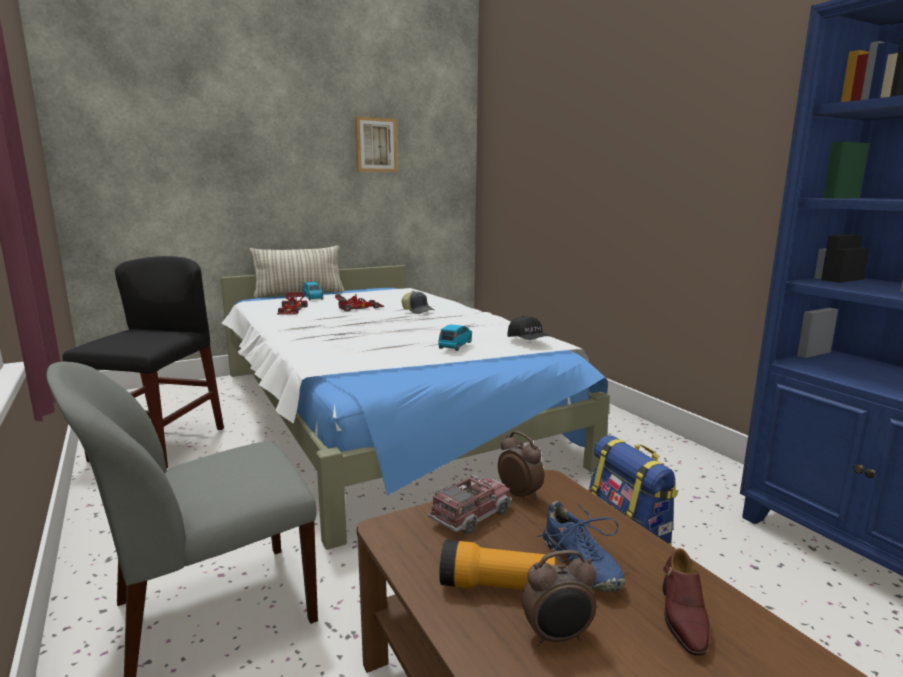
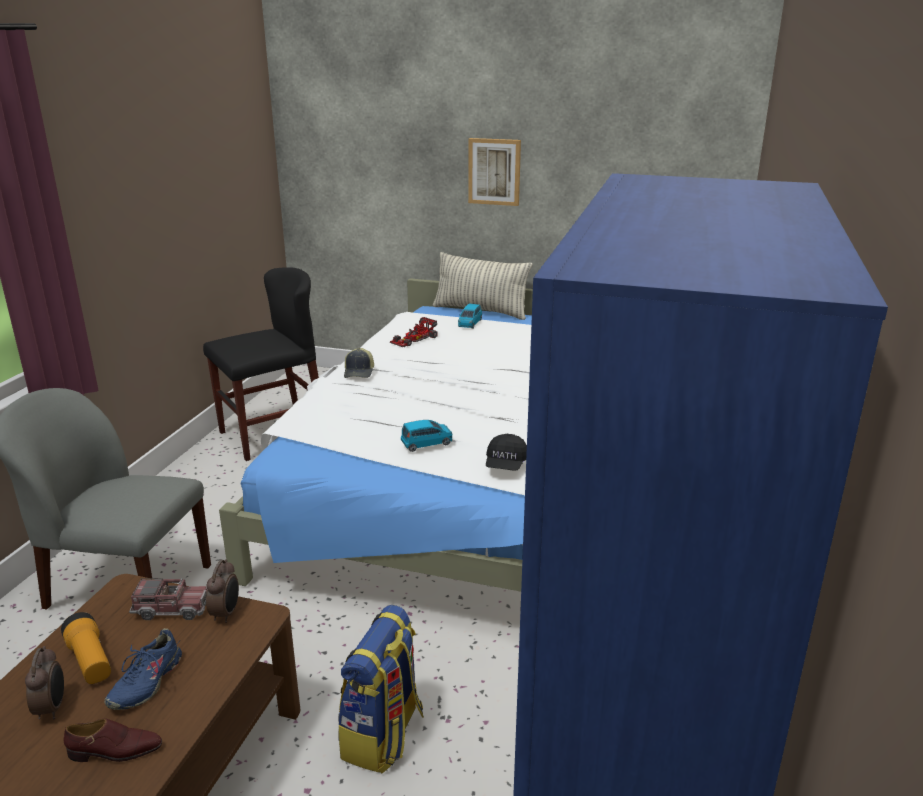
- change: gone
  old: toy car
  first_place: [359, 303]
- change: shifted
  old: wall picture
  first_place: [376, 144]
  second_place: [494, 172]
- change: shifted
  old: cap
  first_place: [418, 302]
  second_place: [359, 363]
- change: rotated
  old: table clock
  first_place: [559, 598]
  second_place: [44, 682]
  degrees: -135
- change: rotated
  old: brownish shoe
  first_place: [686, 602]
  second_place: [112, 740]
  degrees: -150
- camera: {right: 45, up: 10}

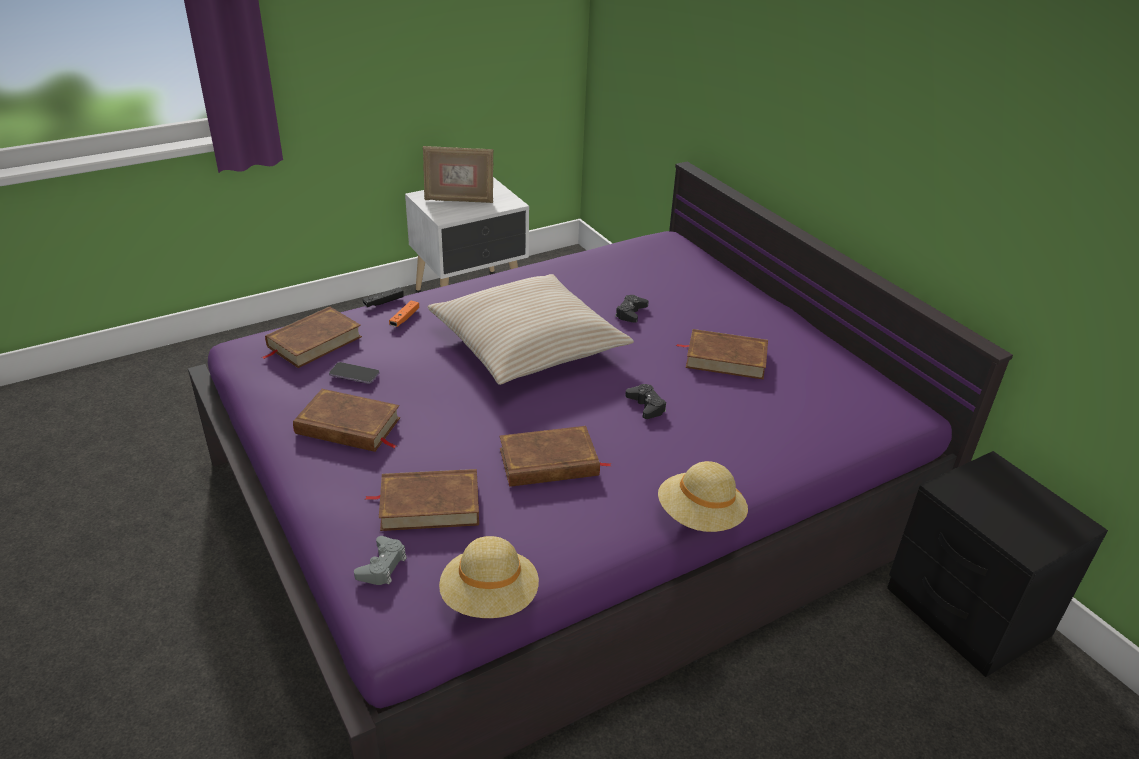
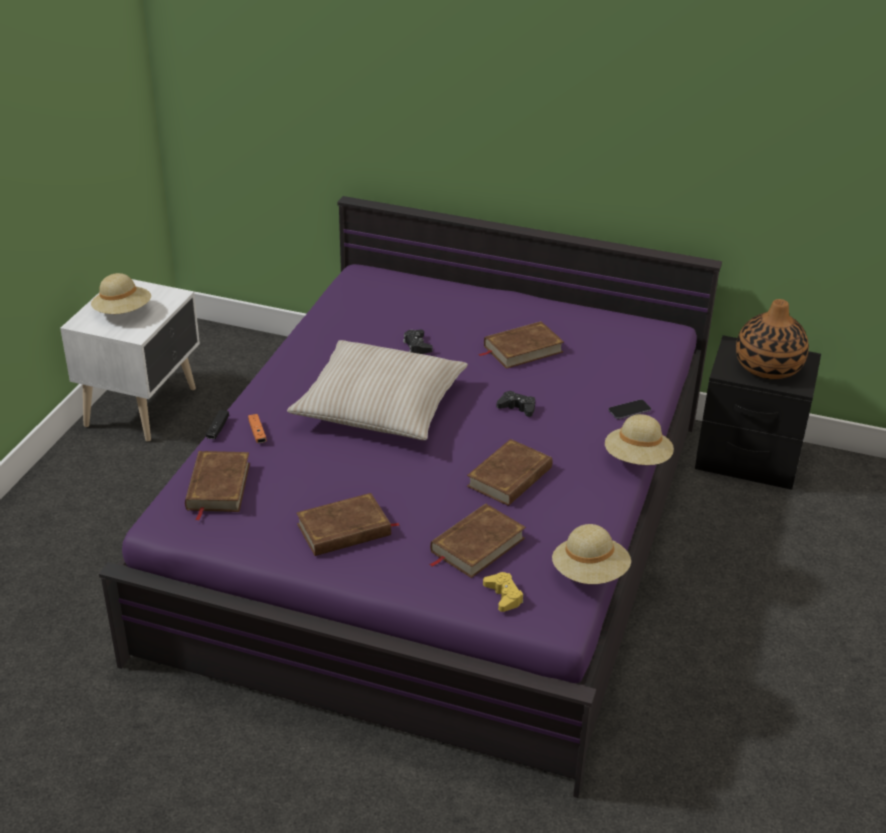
- change: shifted
  old: phone
  first_place: [354, 373]
  second_place: [629, 409]
- change: repainted
  old: gray joypad
  new: yellow joypad
  first_place: [380, 560]
  second_place: [503, 592]
- change: swapped
  old: picture frame
  new: sand-coloured wearable hat
  first_place: [458, 174]
  second_place: [121, 293]
- change: new
  new: vase
  second_place: [772, 339]
- camera: {right: -40, up: 0}

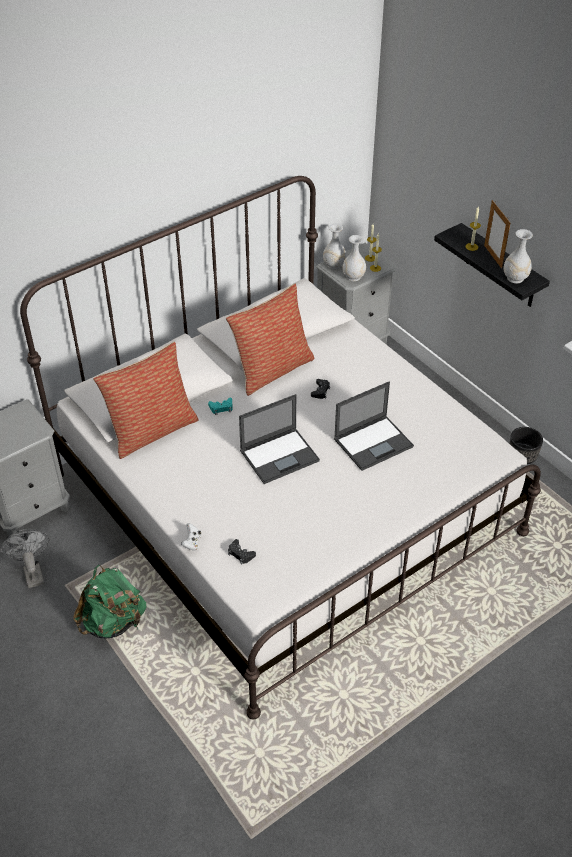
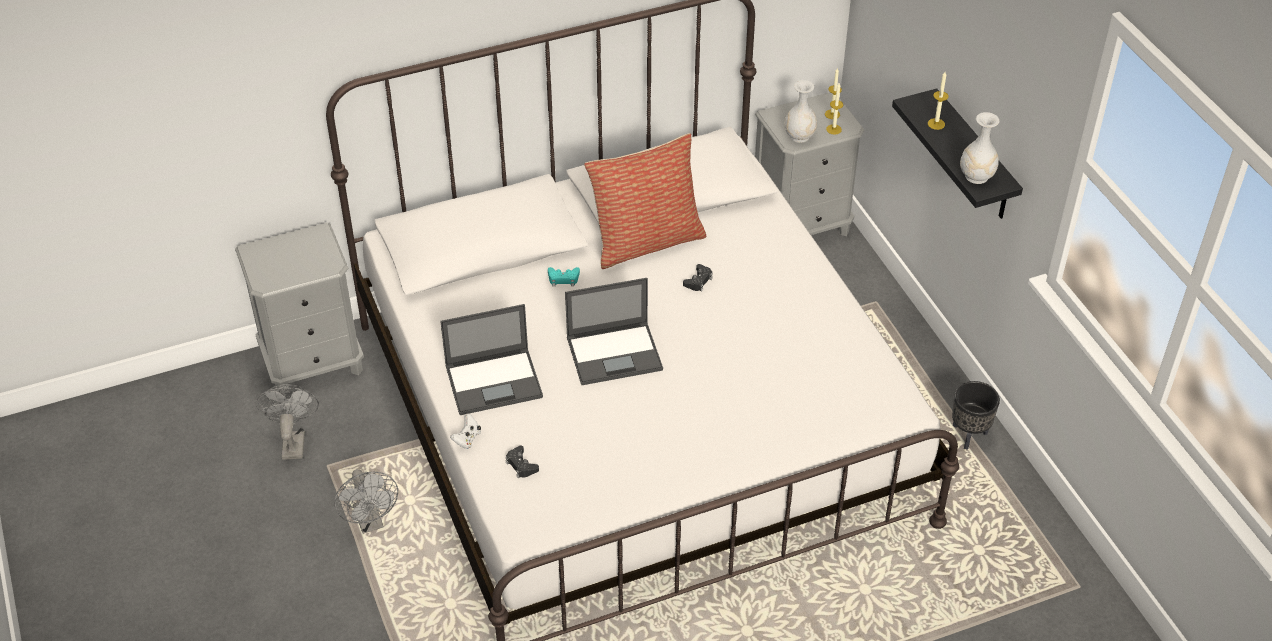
- change: swapped
  old: green knapsack
  new: gray electric fan
  first_place: [109, 602]
  second_place: [366, 501]
- change: gone
  old: throw pillow
  first_place: [145, 400]
- change: gone
  old: white vase
  first_place: [334, 246]
- change: shifted
  old: notebook computer
  first_place: [374, 426]
  second_place: [491, 359]
- change: gone
  old: picture frame
  first_place: [497, 234]
- camera: {right: 15, up: 0}

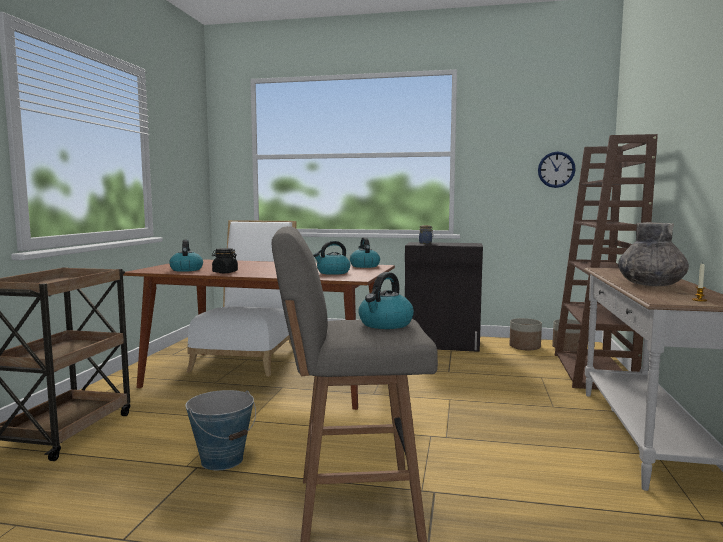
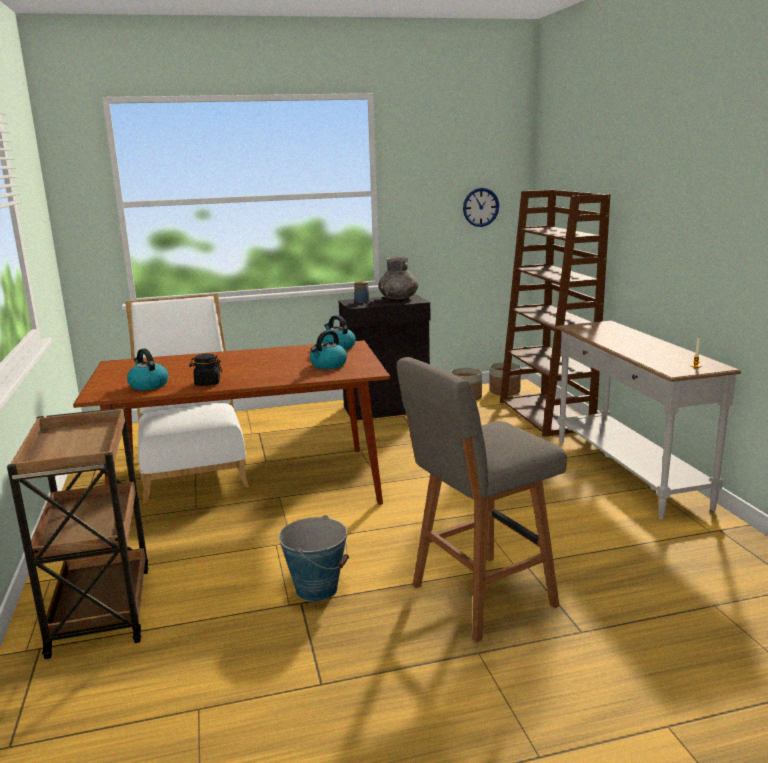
- change: gone
  old: tea kettle
  first_place: [386, 300]
- change: shifted
  old: gray vase
  first_place: [653, 254]
  second_place: [398, 278]
- camera: {right: -25, up: 10}

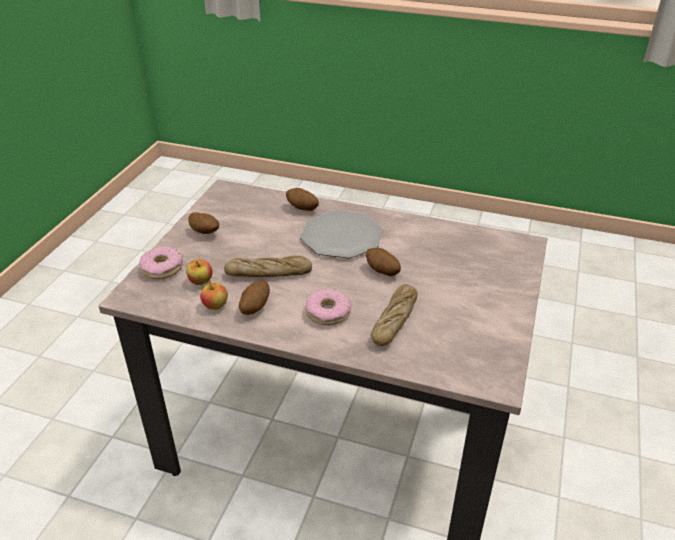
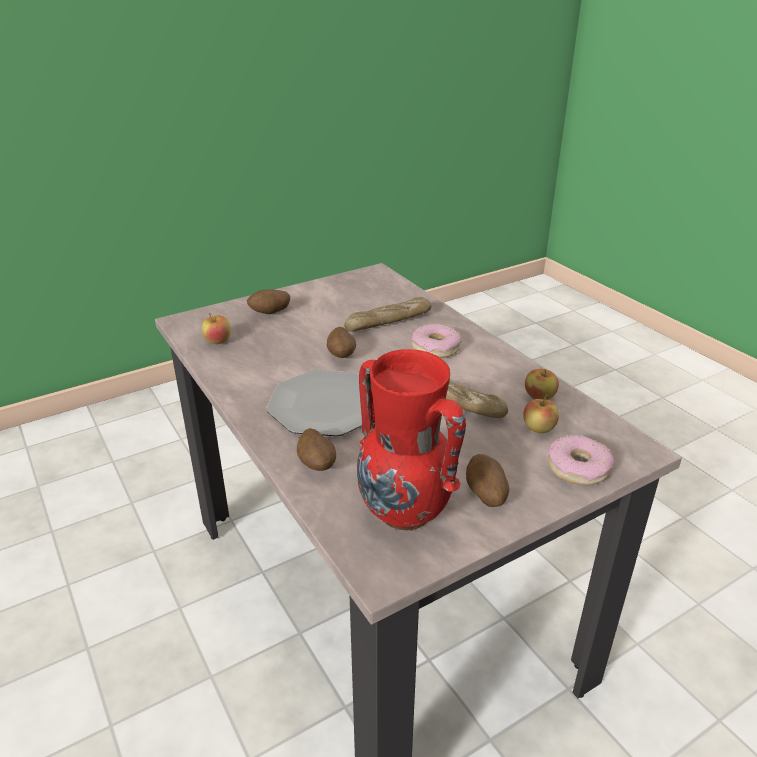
- change: shifted
  old: whole potato
  first_place: [254, 298]
  second_place: [268, 301]
- change: new
  new: apple
  second_place: [216, 328]
- change: new
  new: red vase
  second_place: [411, 440]
- camera: {right: -140, up: -5}

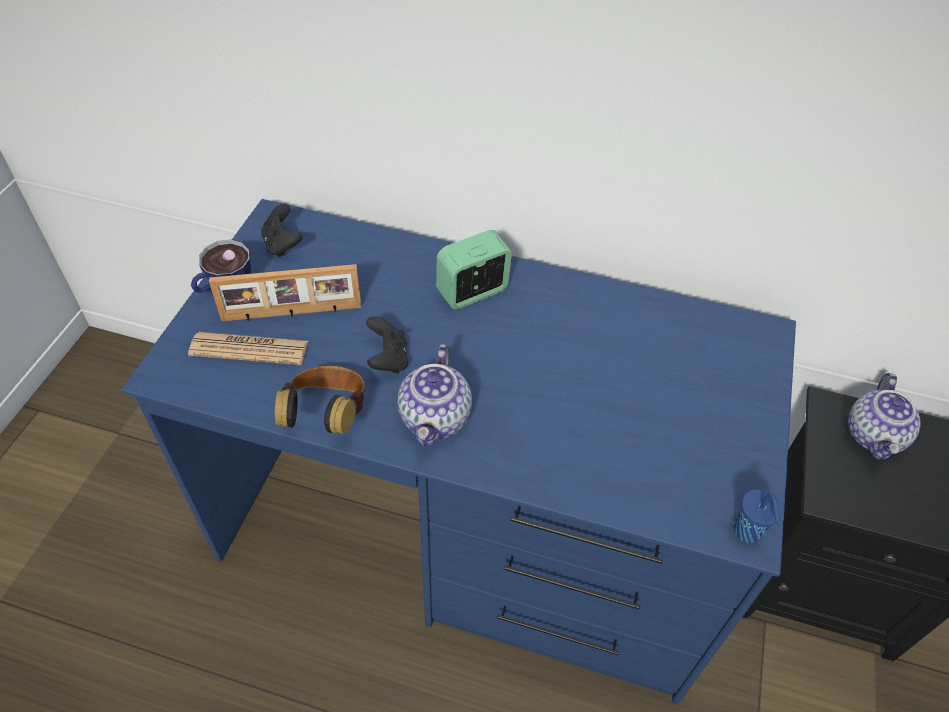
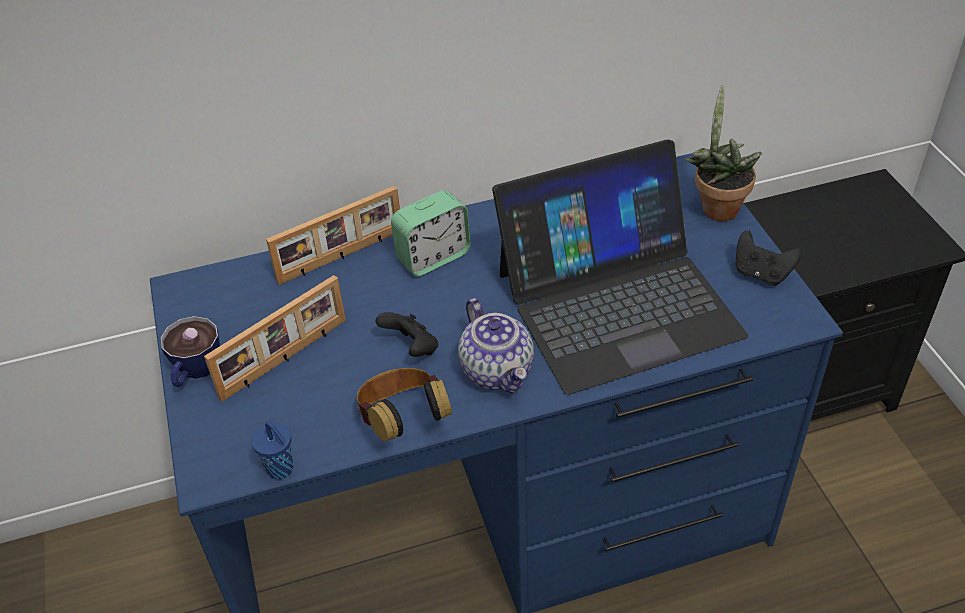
- change: gone
  old: daily paper
  first_place: [248, 348]
- change: shifted
  old: blackish joypad
  first_place: [282, 230]
  second_place: [769, 258]
- change: rotated
  old: table clock
  first_place: [474, 269]
  second_place: [431, 233]
  degrees: -150
- change: shifted
  old: bluish drinking cup
  first_place: [758, 516]
  second_place: [272, 450]
- change: gone
  old: pot for tea
  first_place: [884, 416]
- change: new
  new: picture frame
  second_place: [333, 235]
- change: new
  new: notebook computer
  second_place: [620, 267]
- change: new
  new: houseplant
  second_place: [723, 152]
- camera: {right: -30, up: -5}

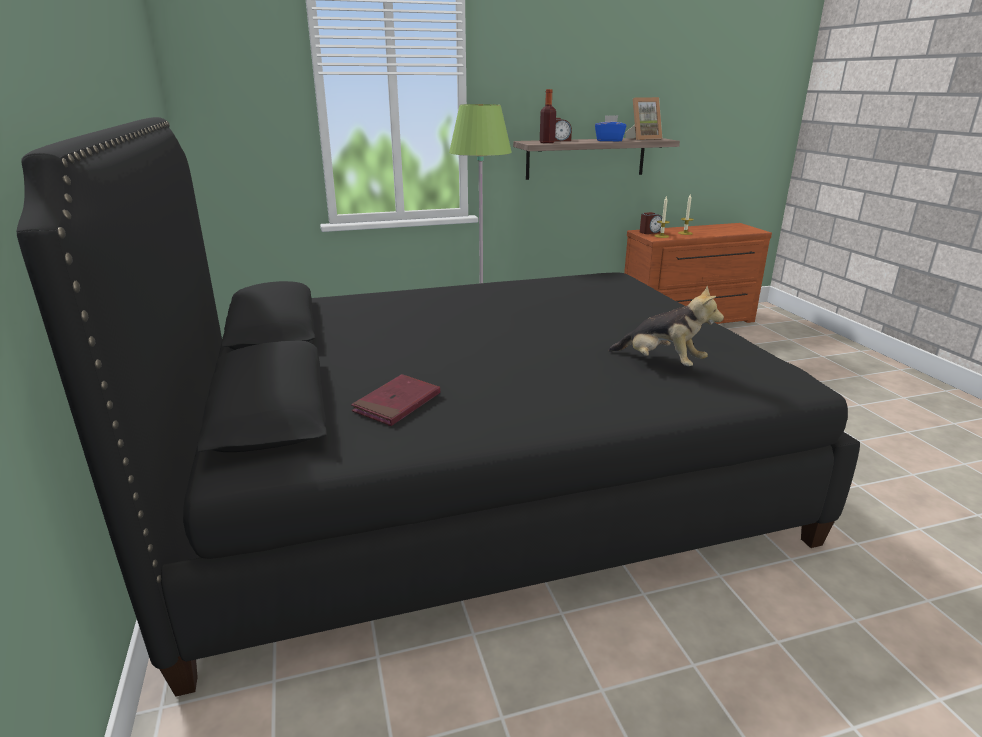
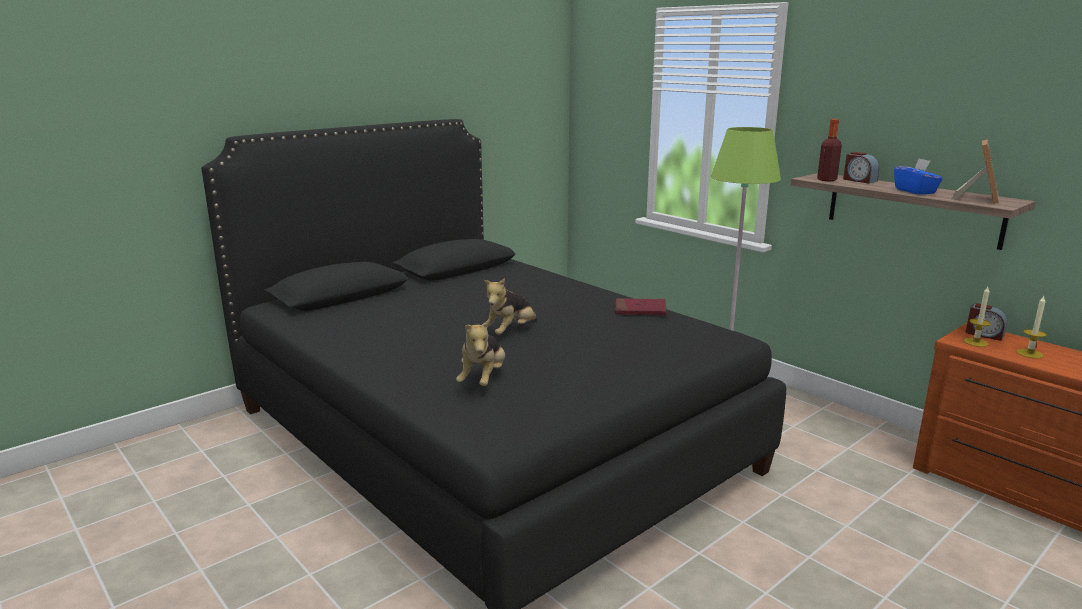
- change: shifted
  old: red book
  first_place: [395, 400]
  second_place: [640, 307]
- change: rotated
  old: picture frame
  first_place: [643, 119]
  second_place: [975, 172]
  degrees: -105
- change: new
  new: cuddly toy
  second_place: [510, 306]
- camera: {right: 65, up: -5}

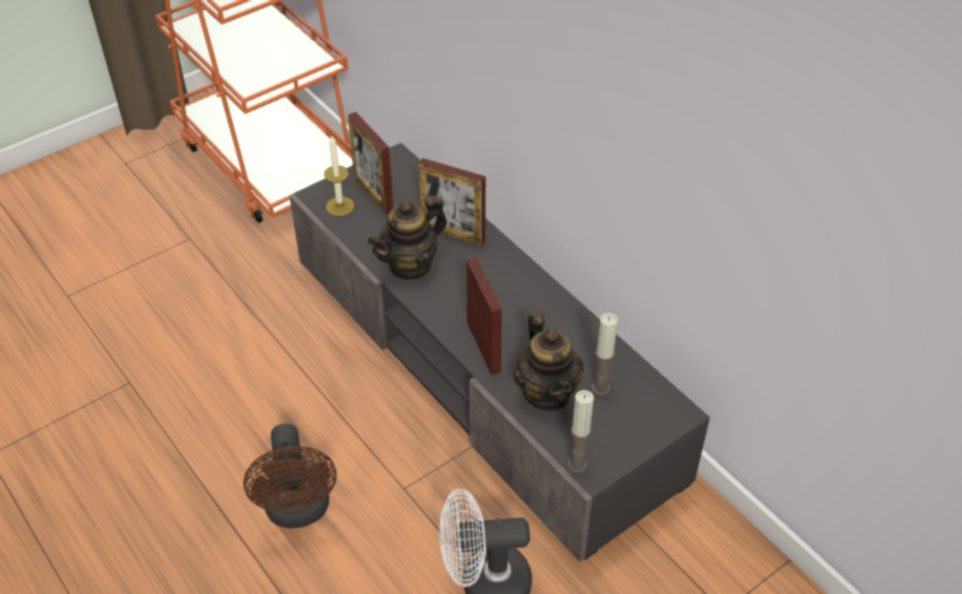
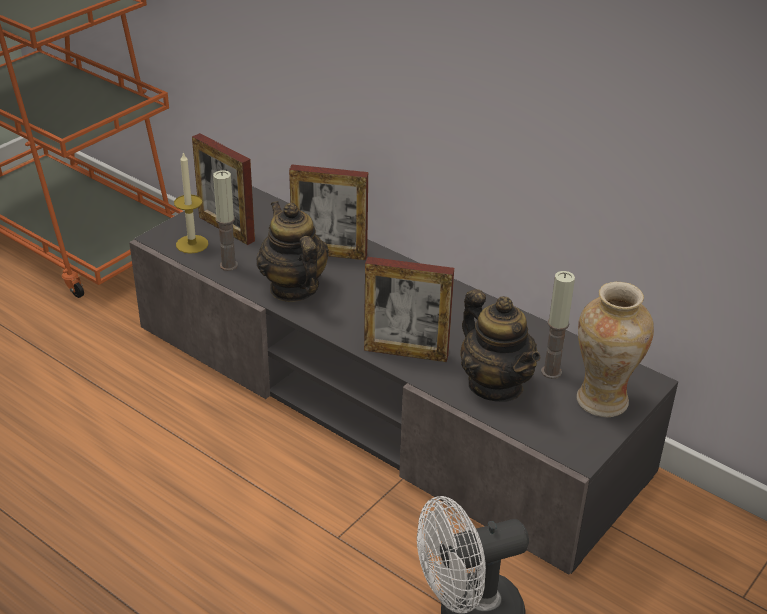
- change: gone
  old: brownish electric fan
  first_place: [290, 476]
- change: rotated
  old: pot for tea
  first_place: [407, 239]
  second_place: [292, 251]
  degrees: 120
- change: rotated
  old: picture frame
  first_place: [484, 316]
  second_place: [409, 309]
  degrees: 135
- change: shifted
  old: wax light
  first_place: [581, 431]
  second_place: [225, 220]
- change: new
  new: vase
  second_place: [615, 349]
- camera: {right: -15, up: -10}

